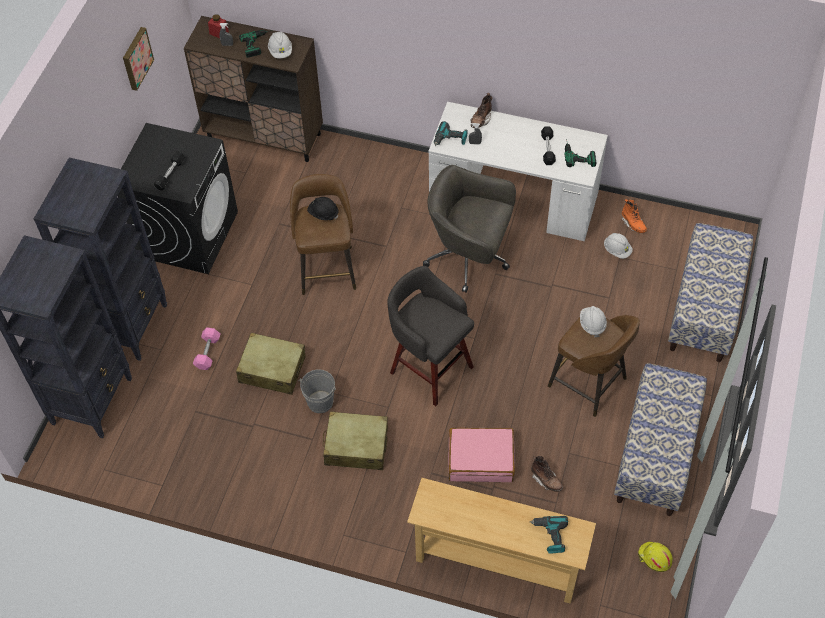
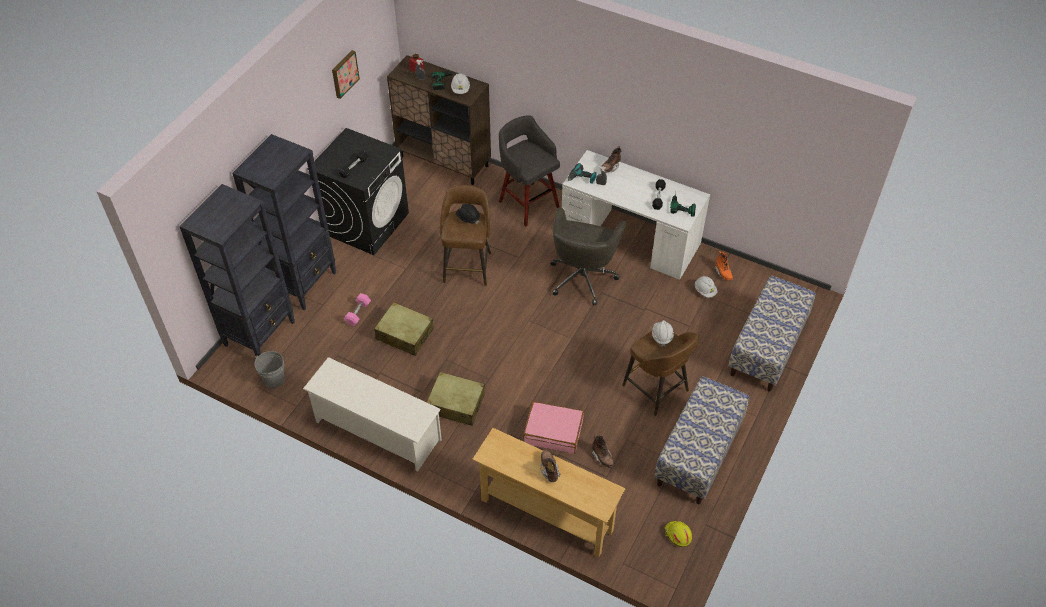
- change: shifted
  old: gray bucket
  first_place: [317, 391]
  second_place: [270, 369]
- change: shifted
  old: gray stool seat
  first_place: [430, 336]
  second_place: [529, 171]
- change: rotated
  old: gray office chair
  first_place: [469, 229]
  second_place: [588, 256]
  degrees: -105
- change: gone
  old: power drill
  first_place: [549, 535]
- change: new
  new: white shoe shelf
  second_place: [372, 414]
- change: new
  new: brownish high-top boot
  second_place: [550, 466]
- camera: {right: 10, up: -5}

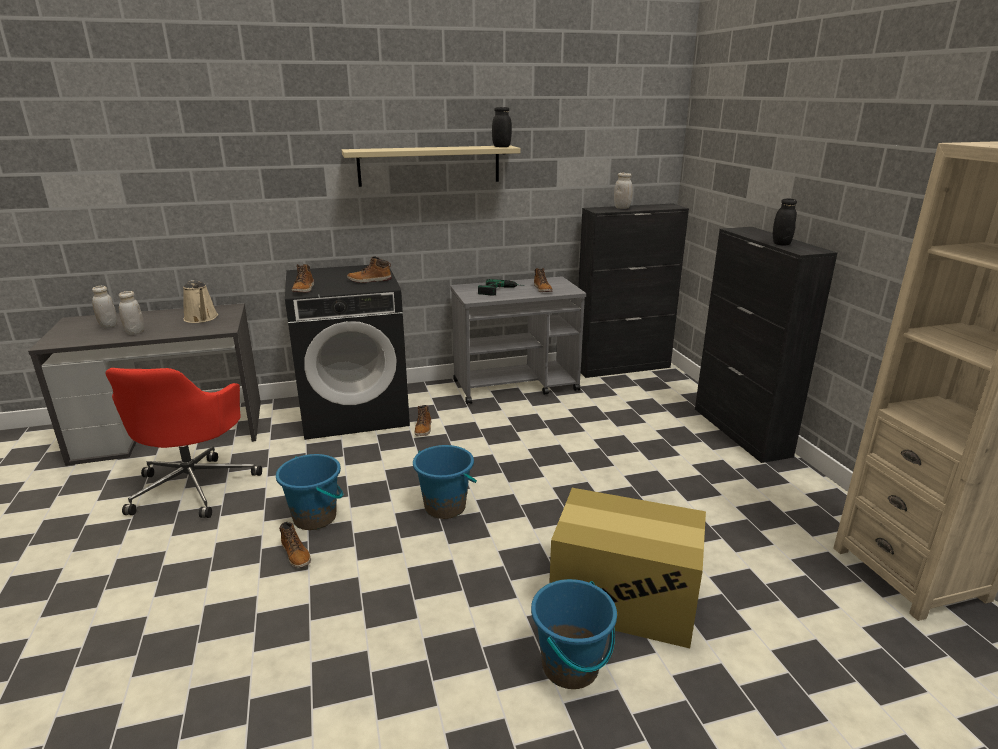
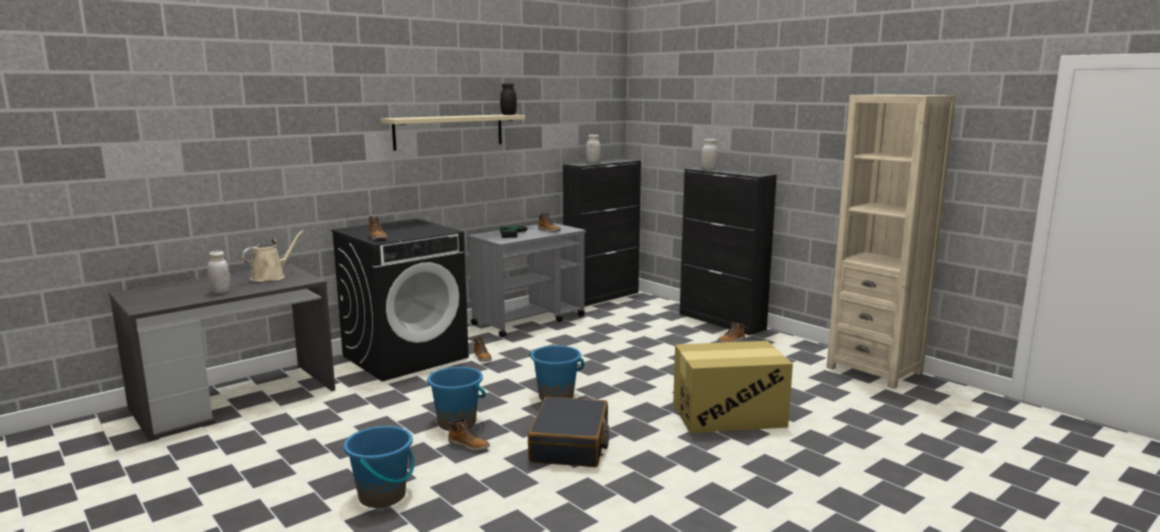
- change: shifted
  old: white preserve jar
  first_place: [104, 307]
  second_place: [709, 154]
- change: gone
  old: red office chair
  first_place: [183, 443]
- change: rotated
  old: sand-coloured watering pot
  first_place: [200, 301]
  second_place: [273, 256]
  degrees: -90
- change: shifted
  old: high-top boot
  first_place: [369, 269]
  second_place: [731, 332]
- change: shifted
  old: bluish bucket
  first_place: [574, 634]
  second_place: [379, 466]
- change: gone
  old: blackish preserve jar
  first_place: [785, 222]
- change: new
  new: blackish piece of luggage
  second_place: [568, 432]
- camera: {right: -25, up: -10}

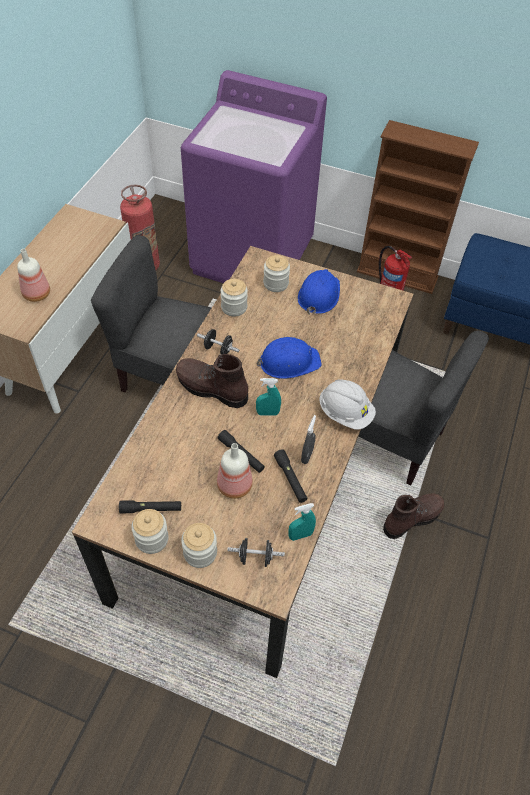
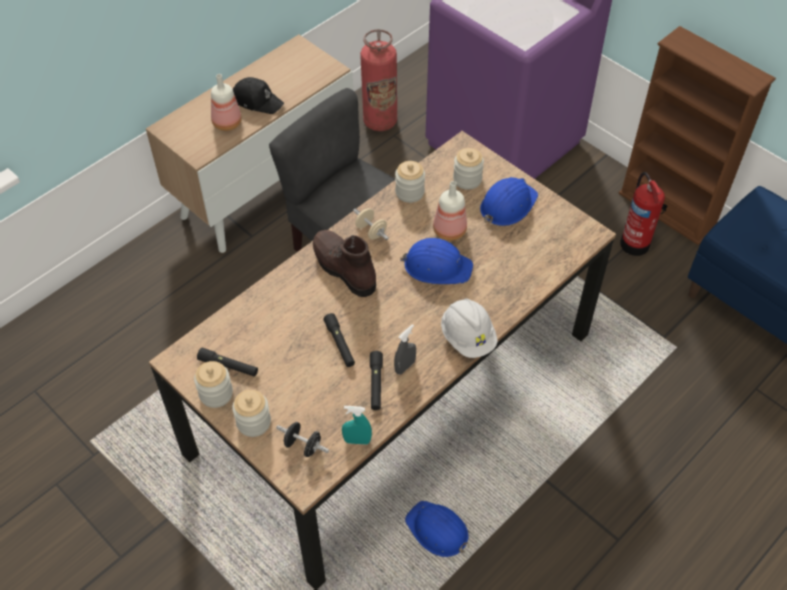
- change: repainted
  old: blackish free weight
  new: sand-coloured free weight
  first_place: [218, 341]
  second_place: [371, 224]
- change: shifted
  old: bottle
  first_place: [235, 471]
  second_place: [450, 211]
- change: gone
  old: blue-green spray bottle
  first_place: [268, 397]
- change: gone
  old: gray upright chair
  first_place: [423, 408]
- change: gone
  old: brownish high-top boot
  first_place: [413, 516]
- change: new
  new: blackish cap
  second_place: [258, 95]
- change: new
  new: bluish safety helmet
  second_place: [437, 529]
- camera: {right: 25, up: 0}

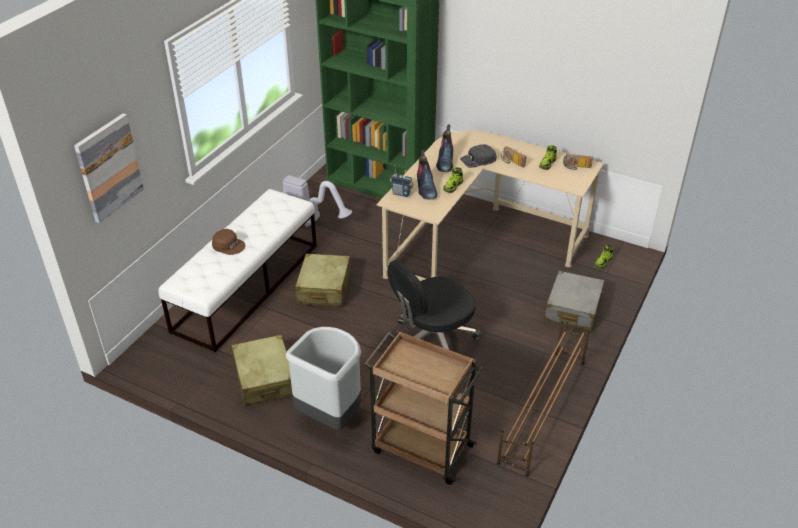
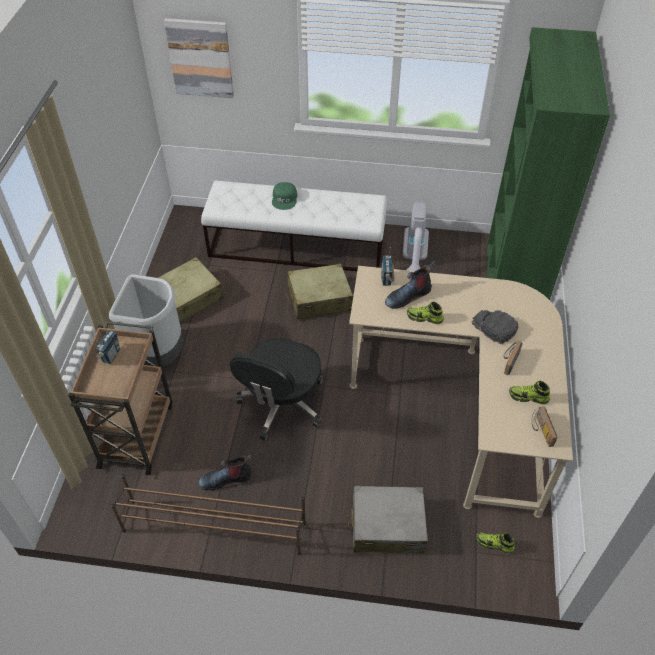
- change: repainted
  old: brownish cap
  new: green cap
  first_place: [229, 242]
  second_place: [284, 196]
- change: rotated
  old: blackish office chair
  first_place: [434, 305]
  second_place: [276, 389]
  degrees: -105
- change: shifted
  old: high-top boot
  first_place: [444, 148]
  second_place: [225, 472]
- change: new
  new: radio set
  second_place: [107, 347]
- camera: {right: 70, up: 10}

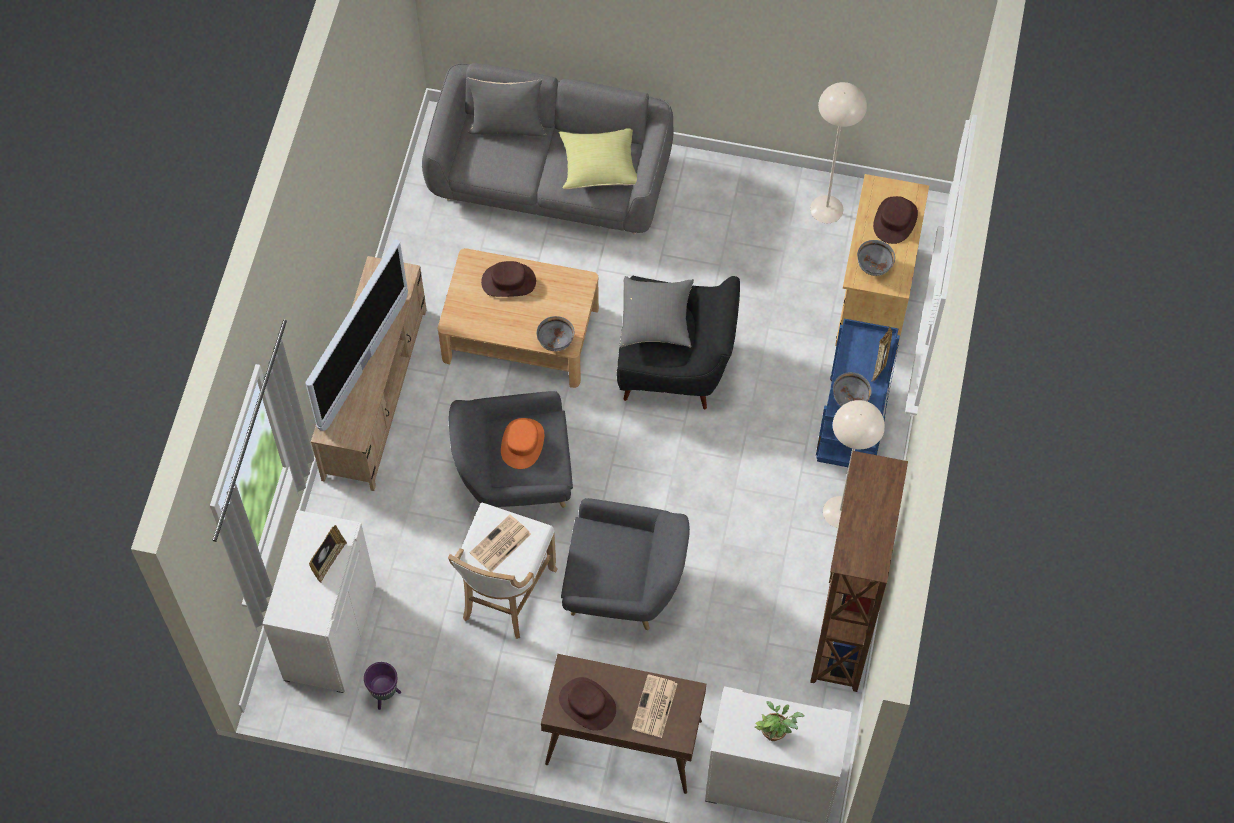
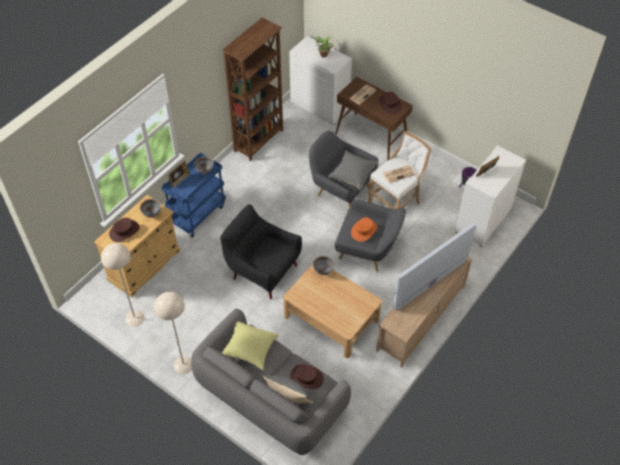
- change: shifted
  old: brownish wearable hat
  first_place: [508, 279]
  second_place: [307, 376]
- change: shifted
  old: gray throw pillow
  first_place: [657, 311]
  second_place: [353, 170]
- change: shifted
  old: sand-coloured standard lamp
  first_place: [854, 464]
  second_place: [173, 333]
- camera: {right: -155, up: -10}

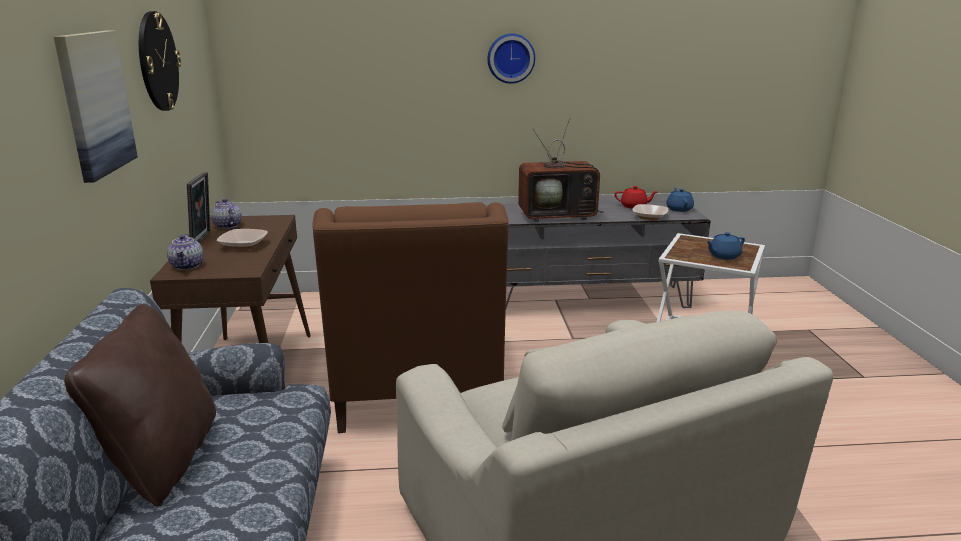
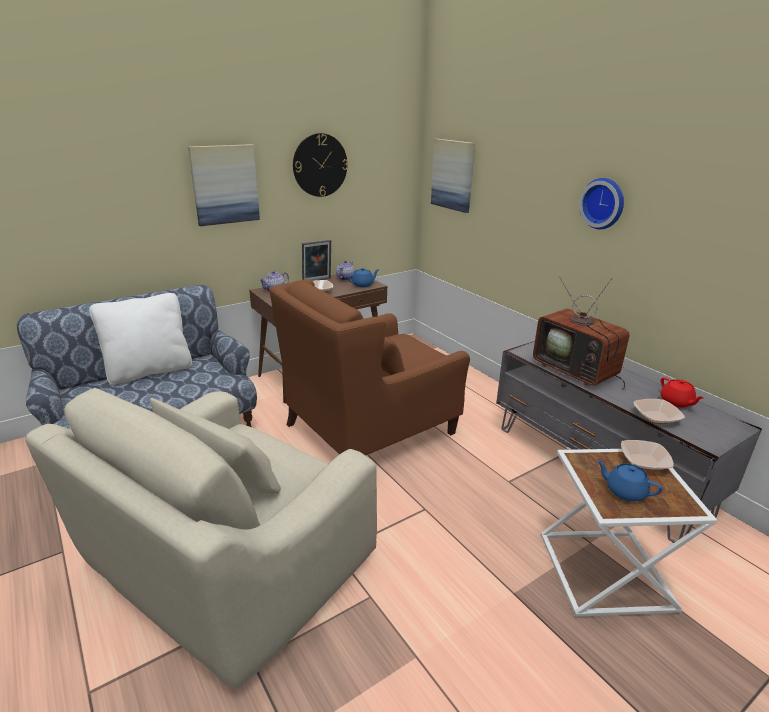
- change: repainted
  old: brownish throw pillow
  new: white throw pillow
  first_place: [140, 405]
  second_place: [140, 339]
- change: shifted
  old: bluish pot for tea
  first_place: [680, 200]
  second_place: [363, 277]
- change: new
  new: wall picture
  second_place: [453, 176]
- change: new
  new: bowl
  second_place: [647, 455]
- camera: {right: 60, up: 5}

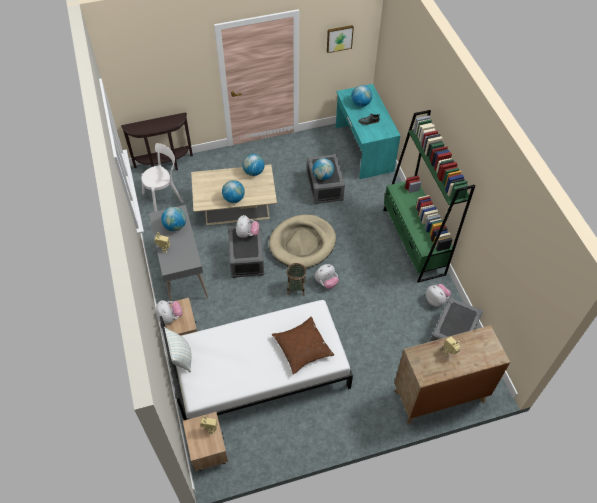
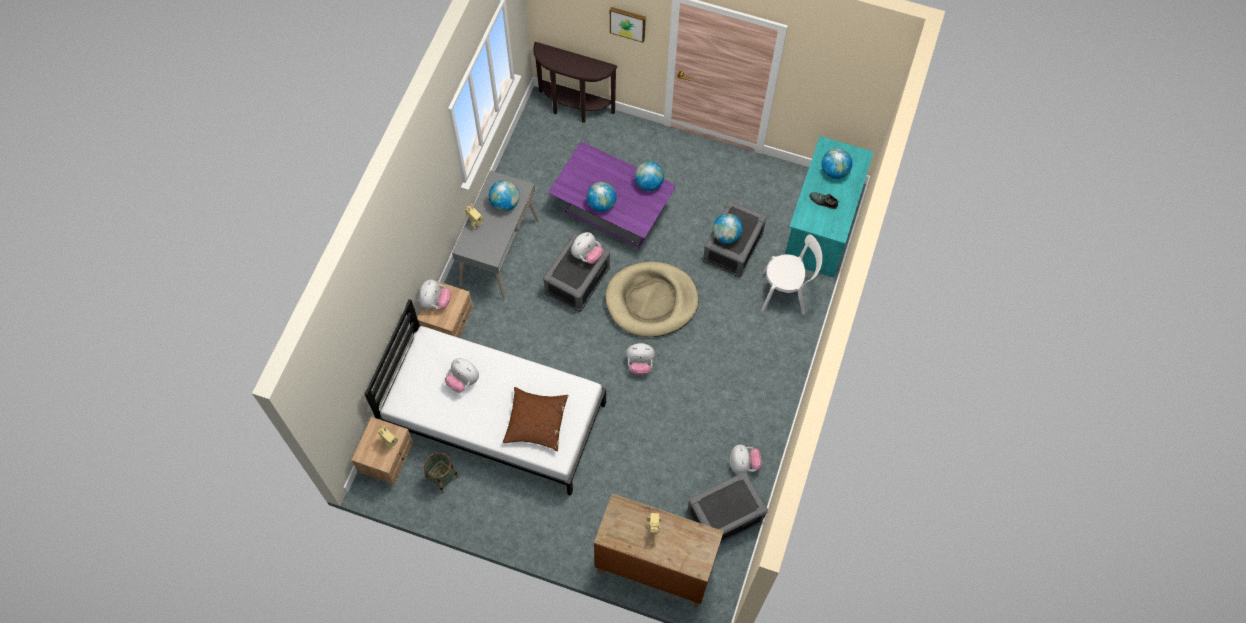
- change: shifted
  old: white upright chair
  first_place: [162, 177]
  second_place: [791, 275]
- change: gone
  old: throw pillow
  first_place: [177, 350]
- change: repainted
  old: sand-coloured low table
  new: purple-coloured low table
  first_place: [234, 194]
  second_place: [612, 195]
- change: shifted
  old: storage basket
  first_place: [296, 279]
  second_place: [441, 473]
- change: shifted
  old: wall picture
  first_place: [340, 39]
  second_place: [628, 25]
- change: gone
  old: green bookshelf
  first_place: [429, 196]
- change: new
  new: cuddly toy
  second_place: [462, 375]
- camera: {right: 35, up: 10}

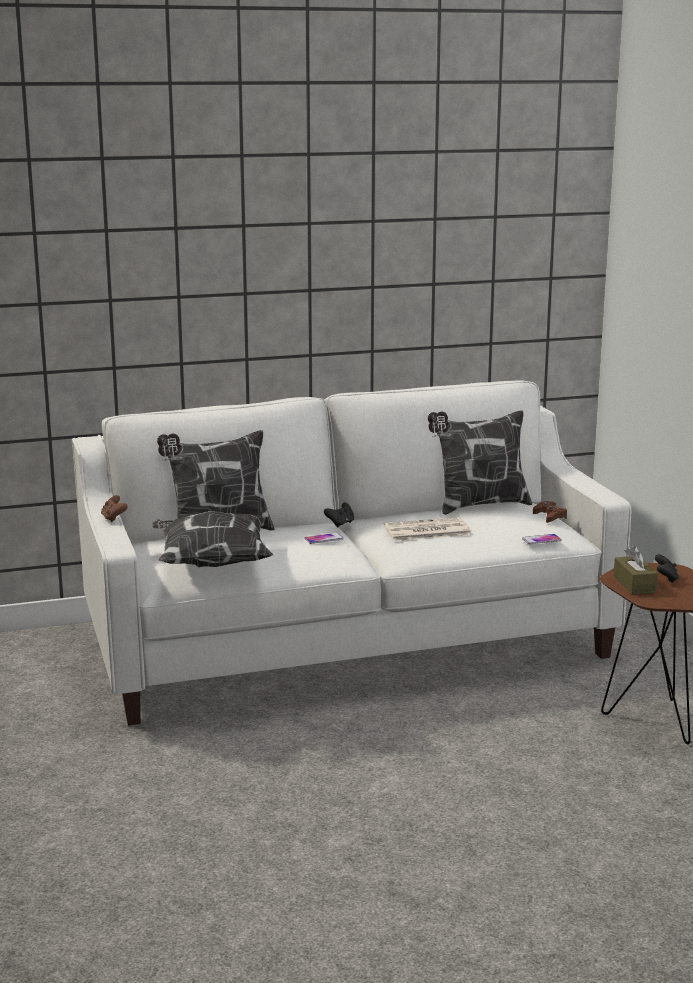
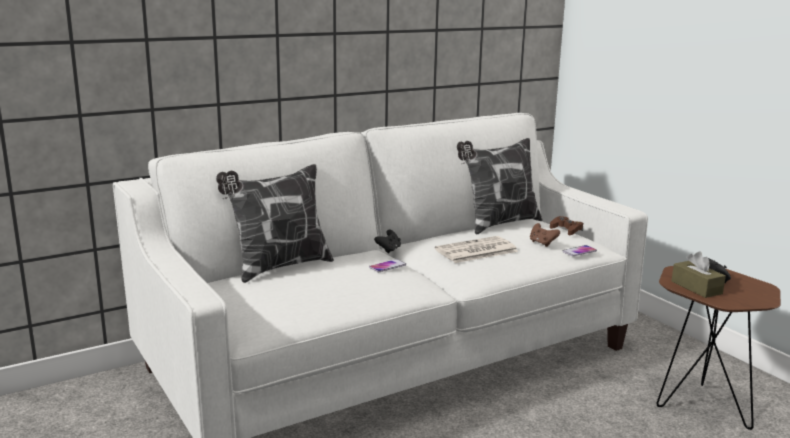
- change: shifted
  old: brownish joypad
  first_place: [114, 508]
  second_place: [545, 235]
- change: gone
  old: throw pillow
  first_place: [212, 539]
- camera: {right: -15, up: 0}

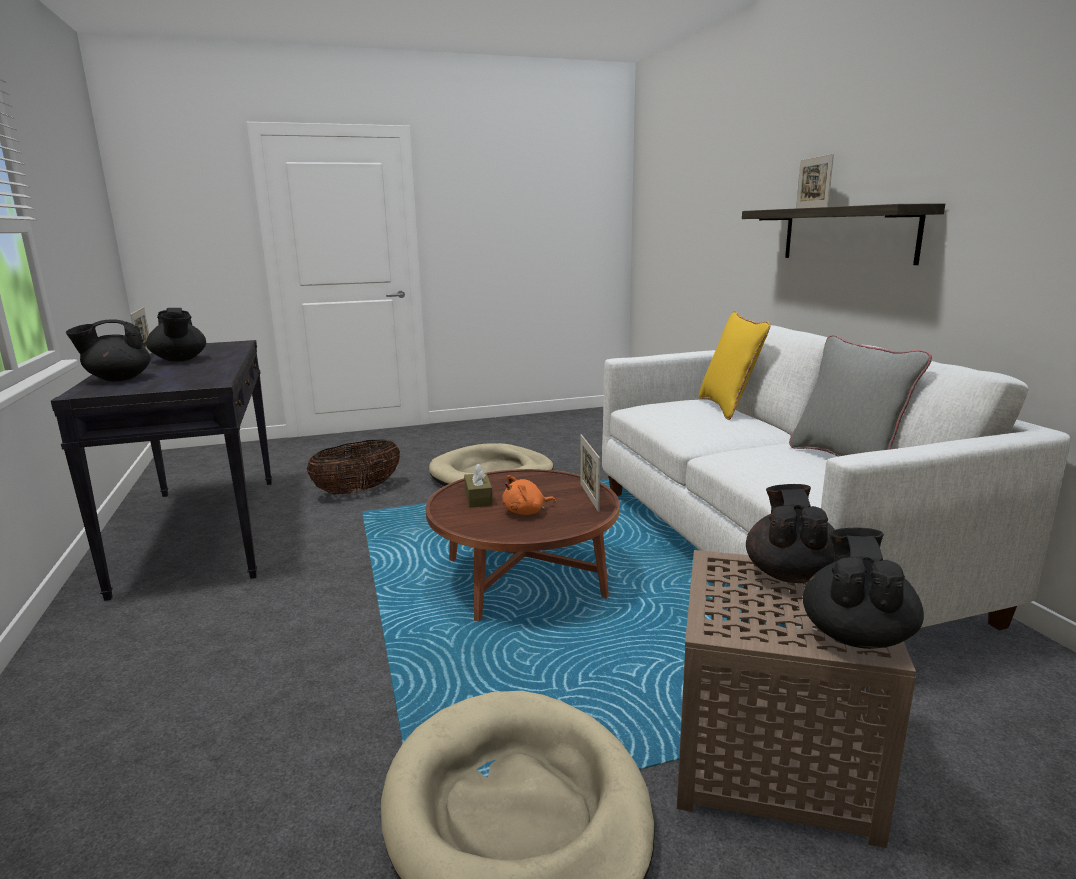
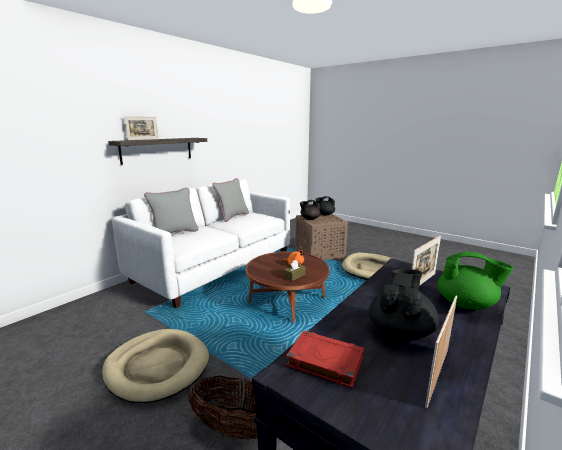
- change: repainted
  old: blackish pot for tea
  new: green pot for tea
  first_place: [108, 350]
  second_place: [476, 281]
- change: shifted
  old: picture frame
  first_place: [590, 473]
  second_place: [426, 260]
- change: repainted
  old: yellow throw pillow
  new: gray throw pillow
  first_place: [735, 365]
  second_place: [171, 211]
- change: new
  new: red book
  second_place: [325, 359]
- camera: {right: -125, up: 0}

